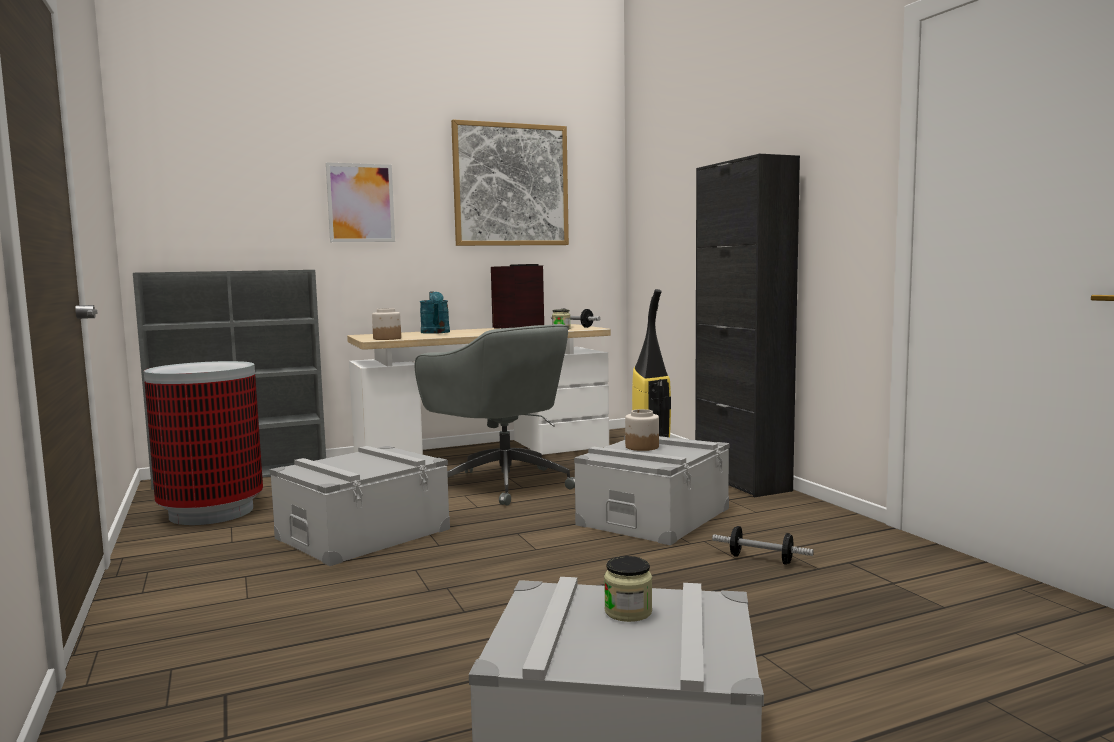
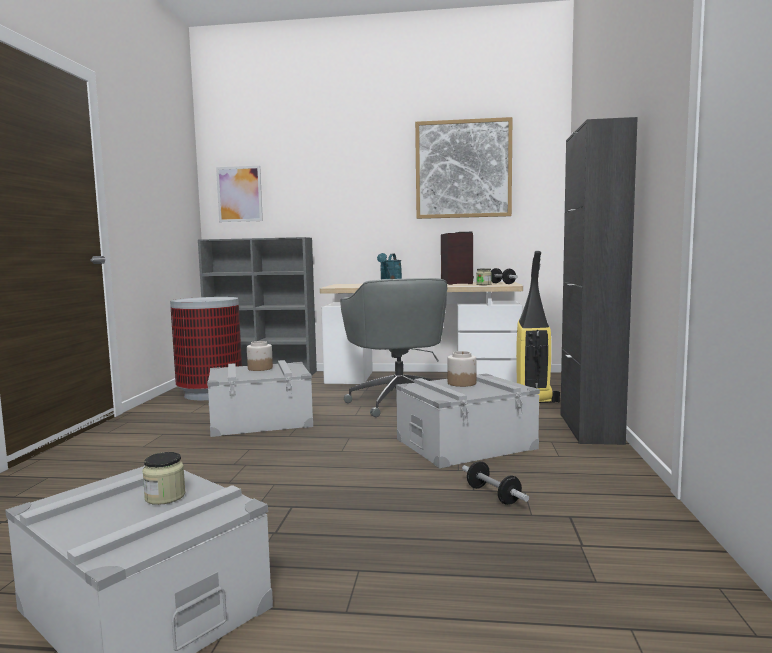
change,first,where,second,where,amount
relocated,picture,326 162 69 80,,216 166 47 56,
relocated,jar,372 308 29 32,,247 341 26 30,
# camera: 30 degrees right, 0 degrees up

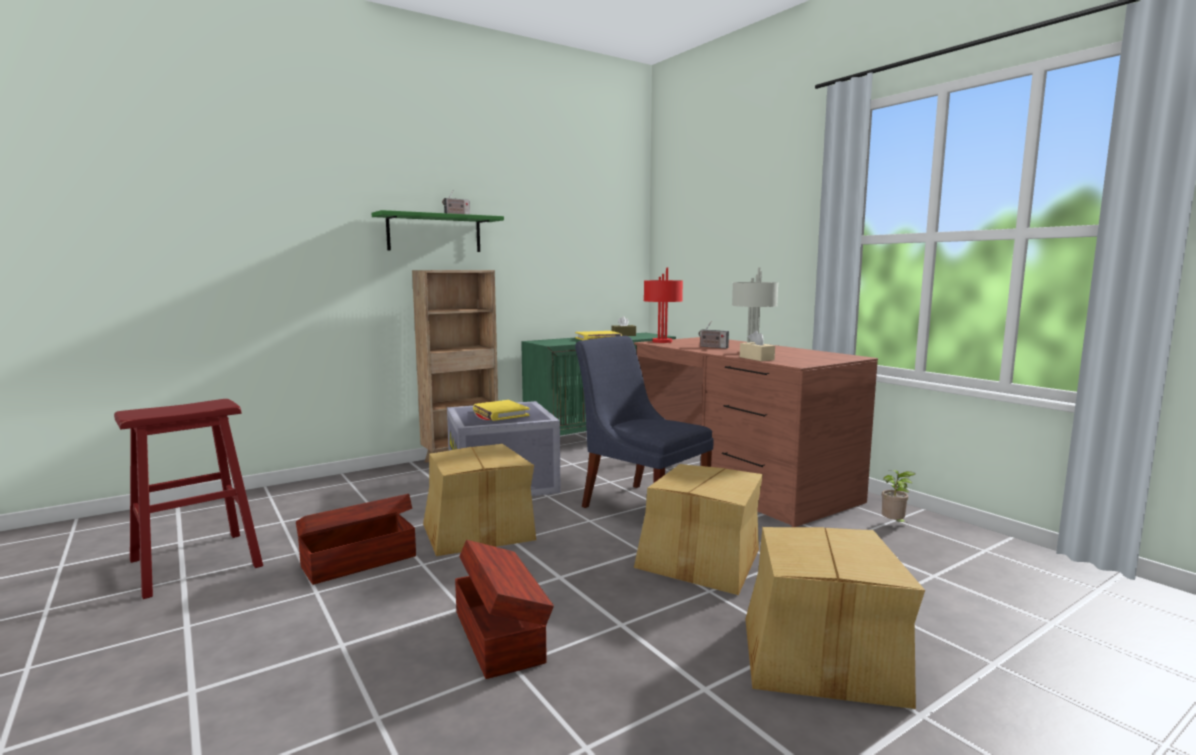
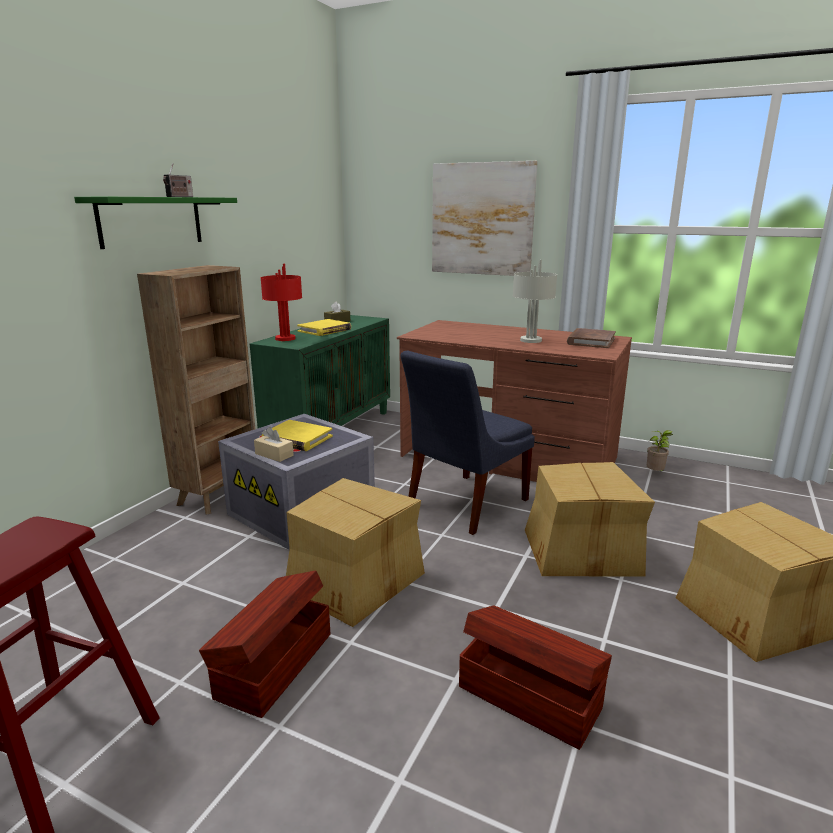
change,first,where,second,where,amount
relocated,beige tissue box,740 330 35 31,,254 427 40 35,
relocated,red table lamp,644 268 39 75,,261 264 41 77,
spun,blue chair,575 336 139 172,,400 351 135 184,60 degrees counterclockwise
appeared,,,picture,432 161 106 115,
appeared,,,brown book,567 328 49 20,
missing,radio,699 321 30 27,,,
# camera: 30 degrees left, 10 degrees up

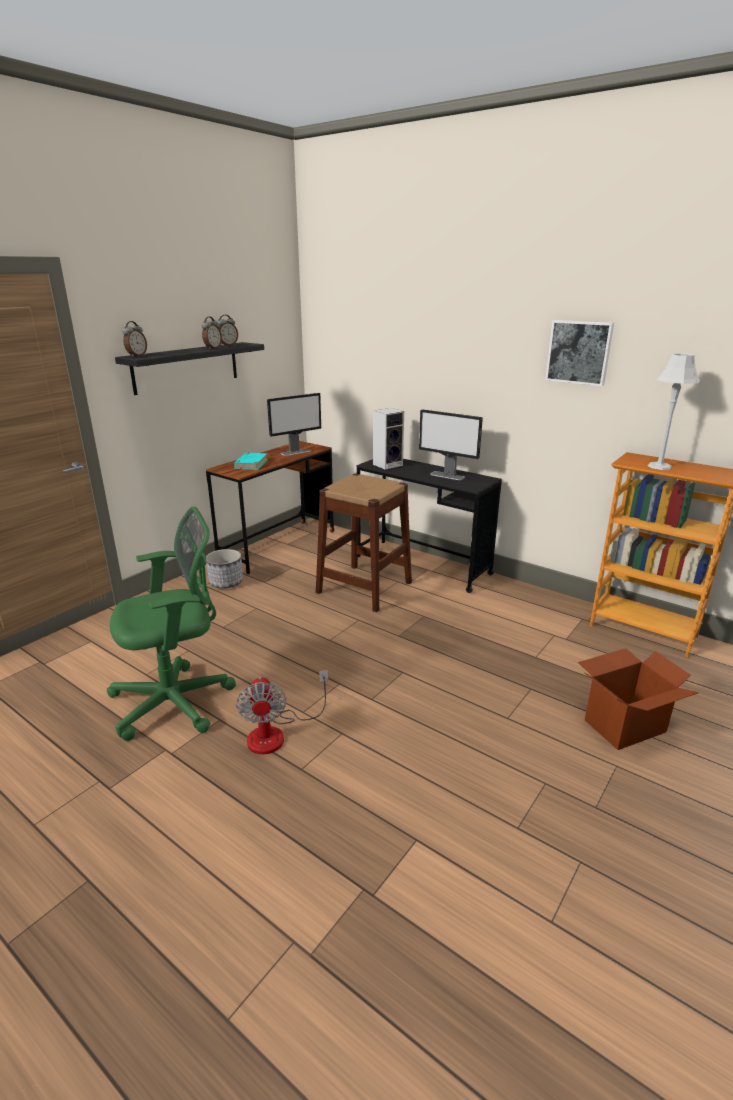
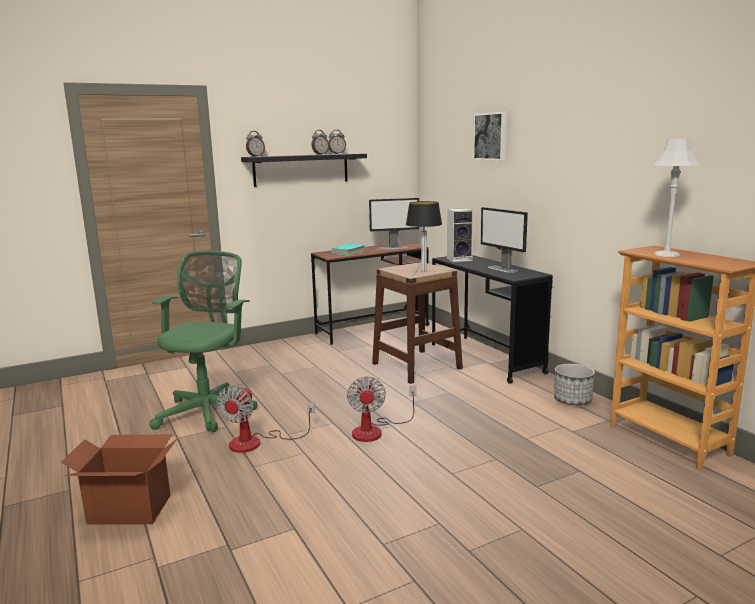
change,first,where,second,where,amount
relocated,cardboard box,578 648 121 102,,61 434 116 91,
spun,green office chair,107 506 129 235,,149 251 109 181,75 degrees counterclockwise
appeared,,,fan,347 376 69 66,
appeared,,,table lamp,406 201 36 71,
relocated,picture,545 320 69 66,,473 112 34 48,
relocated,planter,206 549 37 39,,554 364 41 41,
# camera: 25 degrees right, 10 degrees down

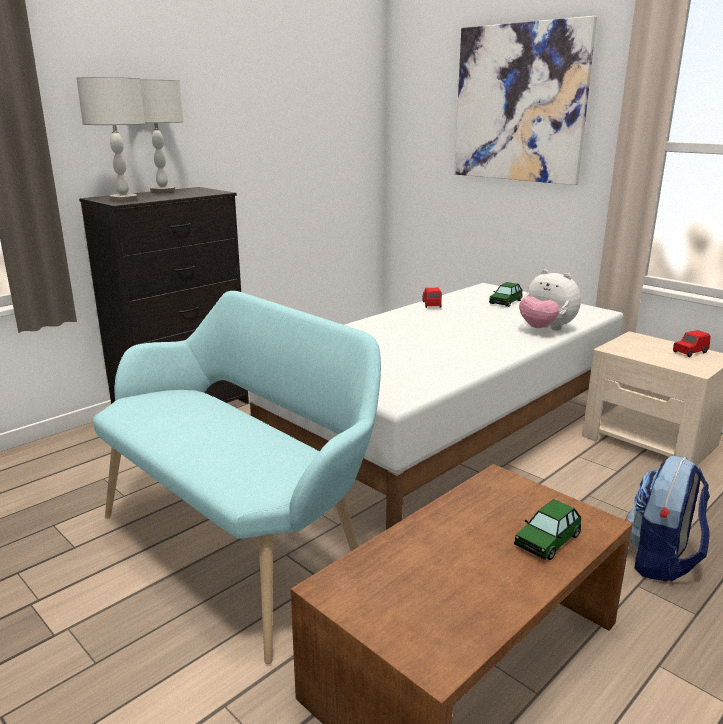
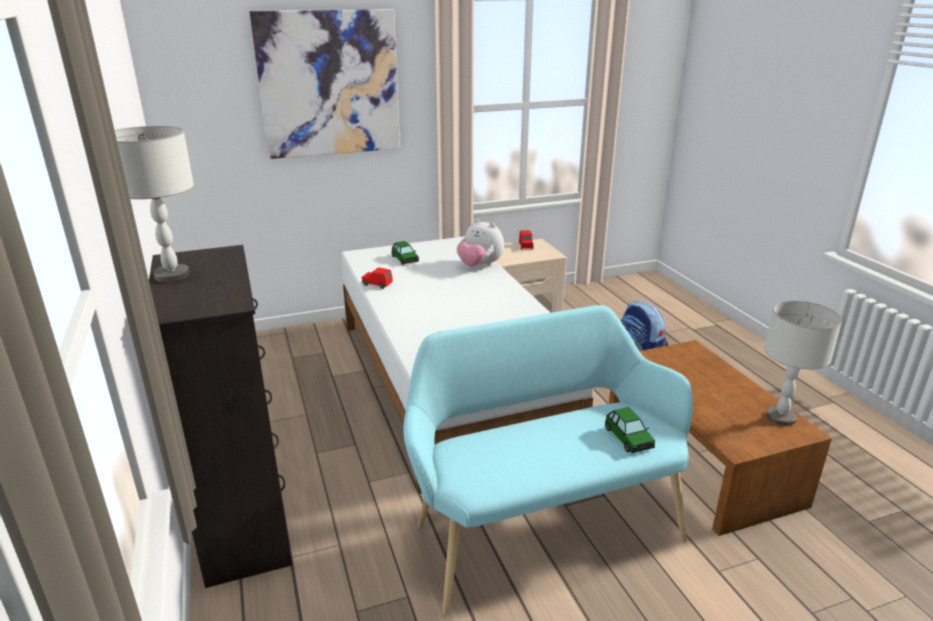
change,first,where,second,where,amount
spun,plush toy,519 269 62 61,,457 219 47 47,60 degrees clockwise
relocated,toy car,514 499 68 61,,605 407 50 46,
relocated,grey table lamp,76 77 69 125,,764 301 78 125,
# camera: 65 degrees left, 5 degrees up

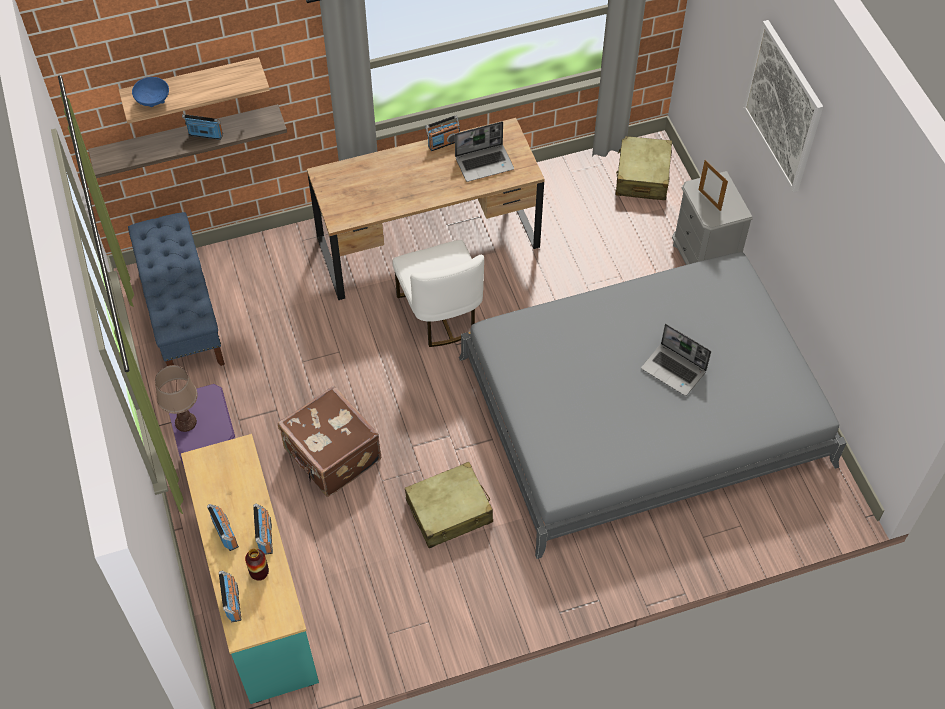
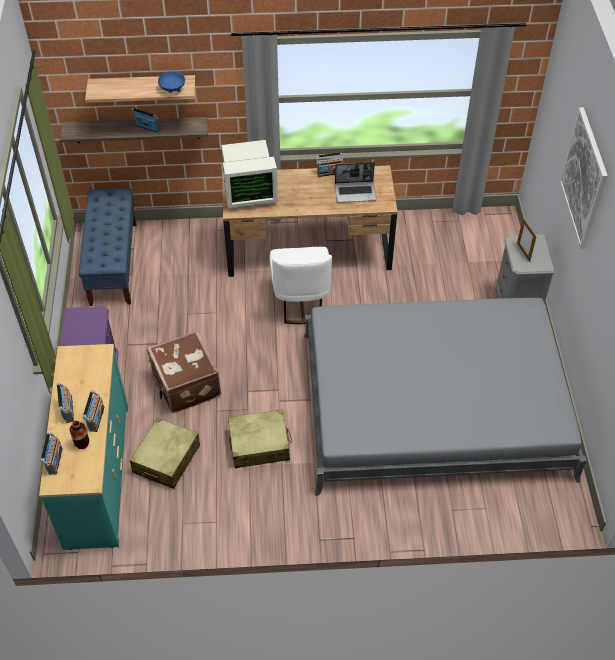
change,first,where,second,where,amount
relocated,beige suitcase,615 136 57 64,,130 418 70 71,
relocated,blue bowl,132 77 37 30,,158 71 27 22,
appeared,,,monitor,221 140 57 70,
missing,brown table lamp,155 365 43 67,,,
missing,laptop,641 324 70 72,,,
# camera: 15 degrees right, 5 degrees down

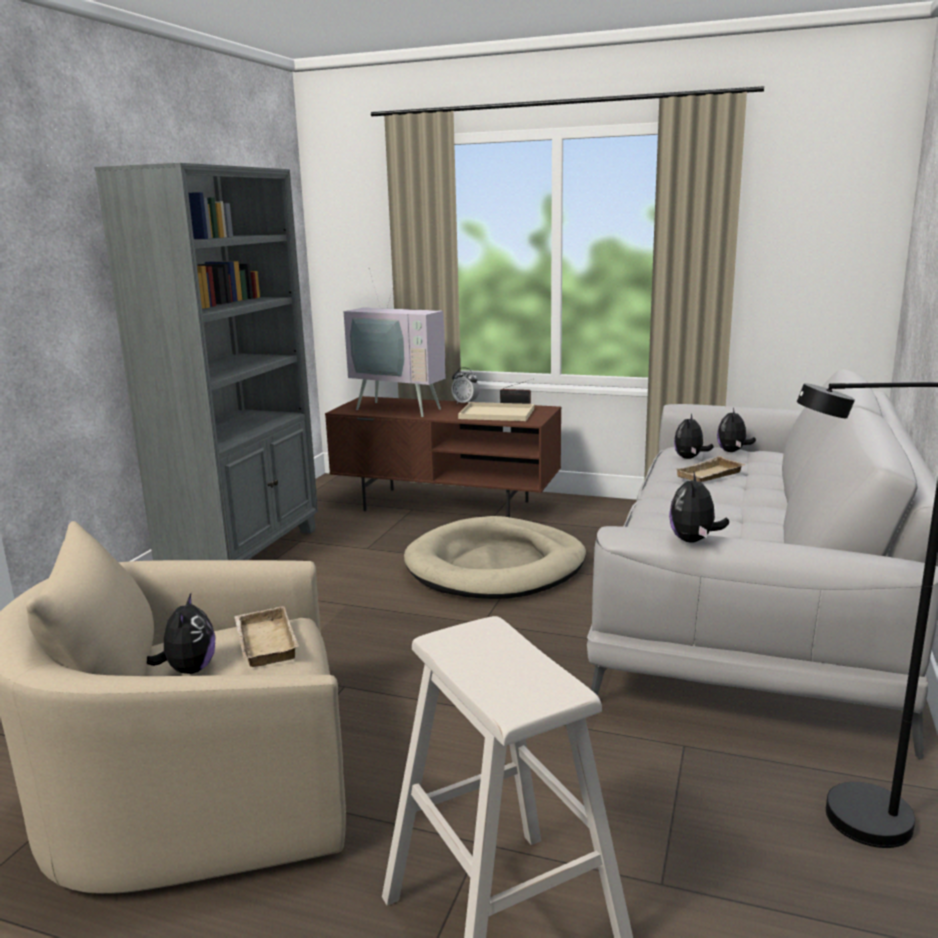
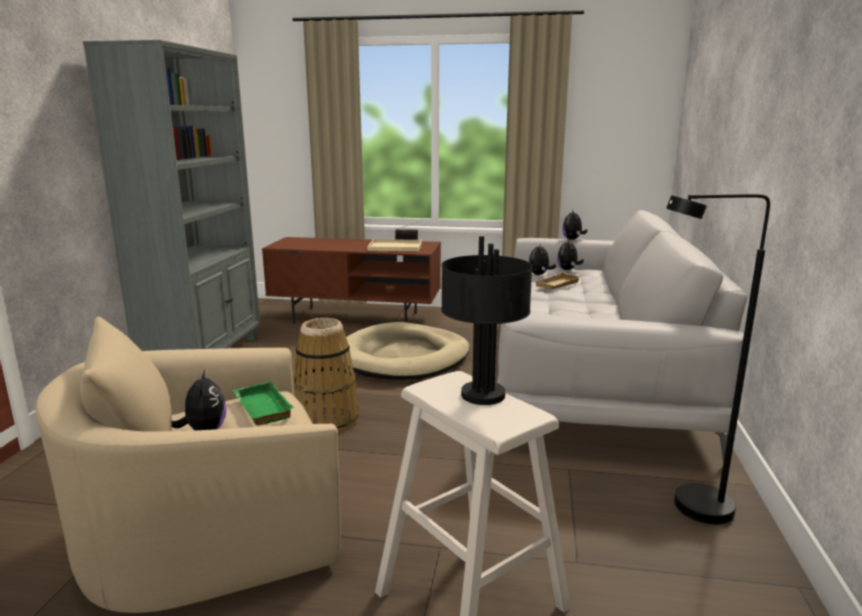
change,first,where,second,where,amount
colour,beige tray,234 606 65 61,green tray,233 381 61 45,
appeared,,,basket,293 318 66 116,
appeared,,,black table lamp,441 236 92 169,
relocated,plush toy,669 471 60 72,,562 210 25 30,
missing,television,344 269 102 148,,,
missing,alarm clock,451 367 28 36,,,
# camera: 10 degrees left, 0 degrees up

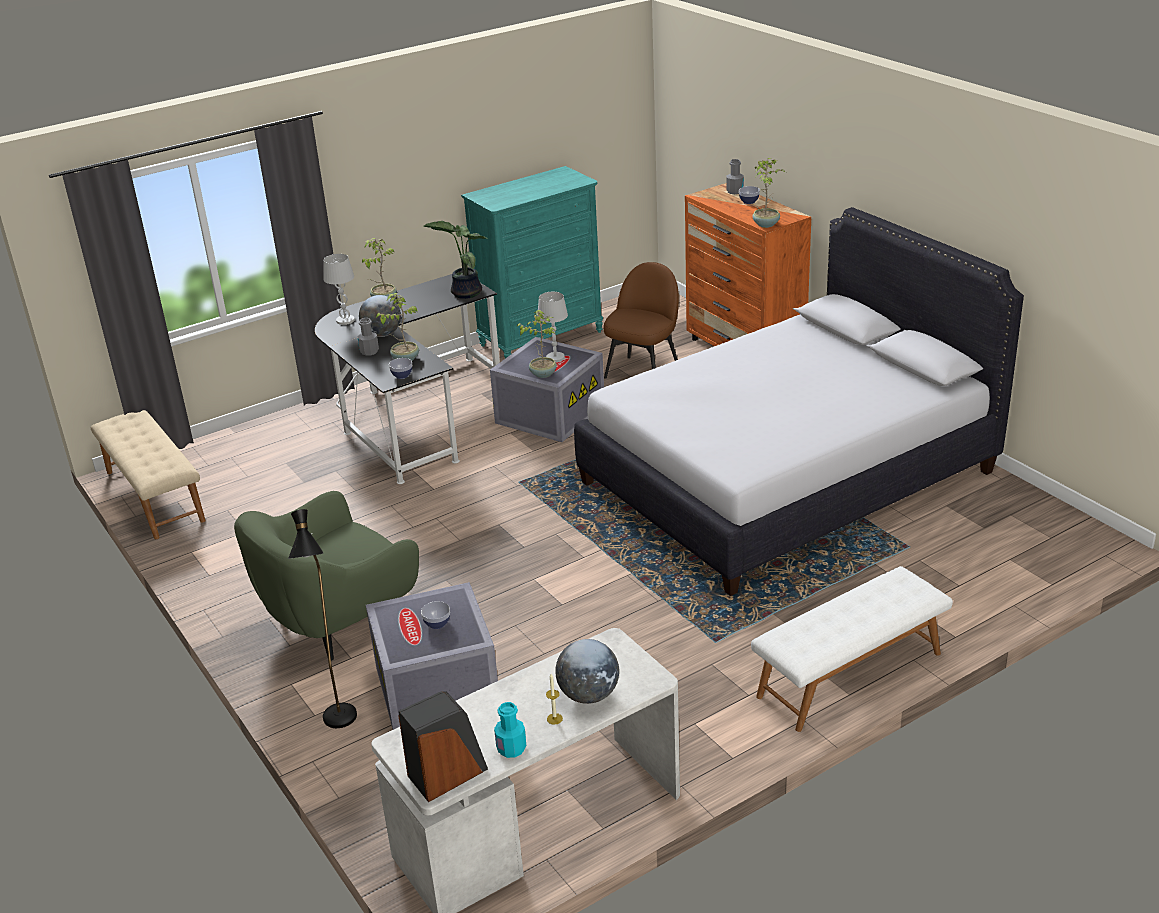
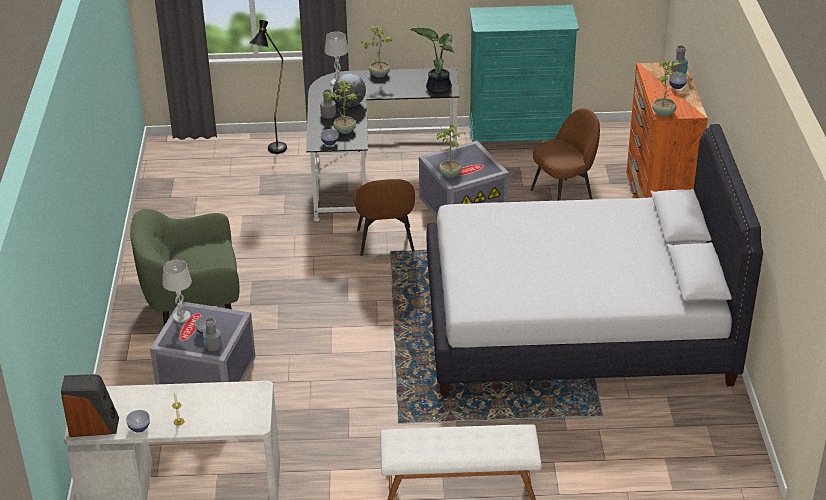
change,first,where,second,where,amount
exchanged,turquoise bottle,494 702 33 56,bowl,126 410 24 23,
relocated,white table lamp,537 292 31 70,,162 260 30 63,
appeared,,,grey bottle,203 318 19 33,
relocated,black floor lamp,288 509 69 219,,249 20 38 134,
appeared,,,brown chair,354 179 61 77,
missing,beige bench,91 410 115 129,,,
missing,globe,555 639 64 65,,,
# camera: 30 degrees right, 5 degrees up

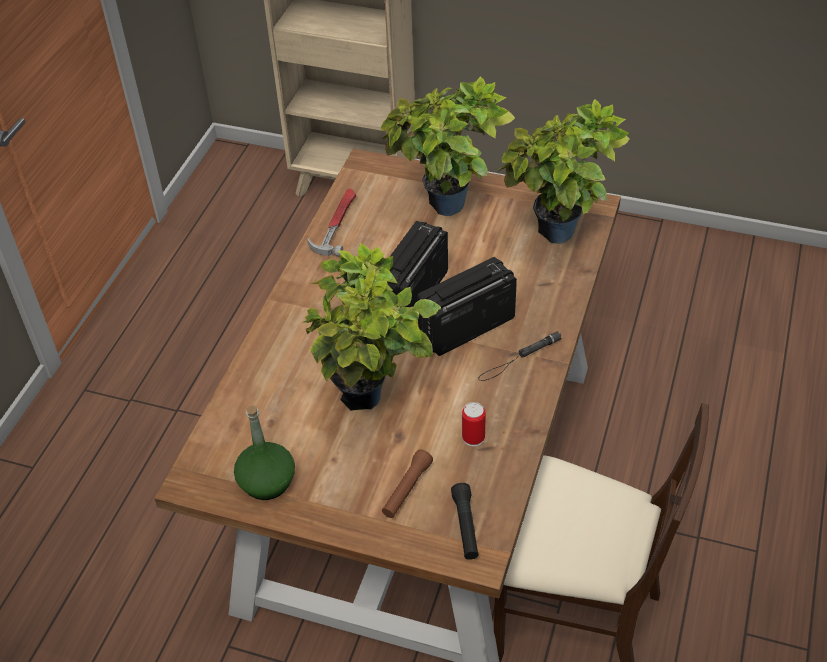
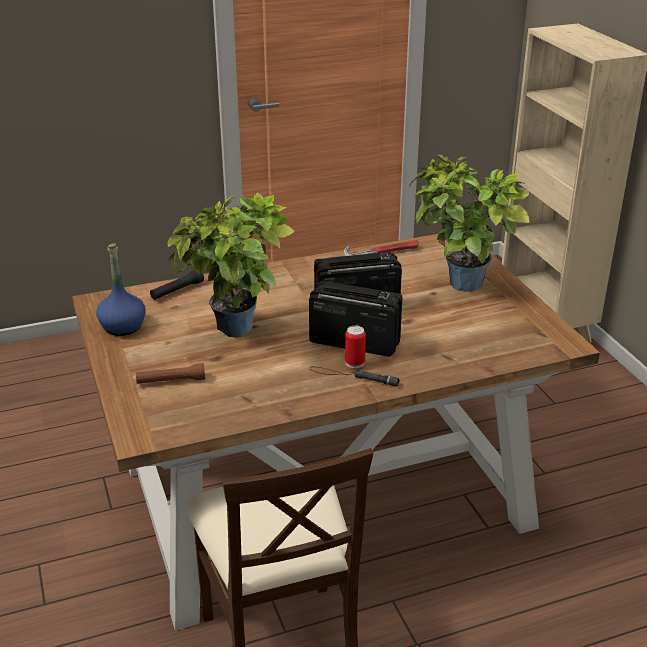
change,first,where,second,where,amount
colour,green bottle,234 405 61 95,blue bottle,96 243 50 93,
relocated,black flashlight,451 483 28 77,,150 270 54 30,
relocated,can,462 402 24 45,,345 326 21 42,
missing,potted plant,498 99 132 145,,,
# camera: 50 degrees right, 15 degrees down

